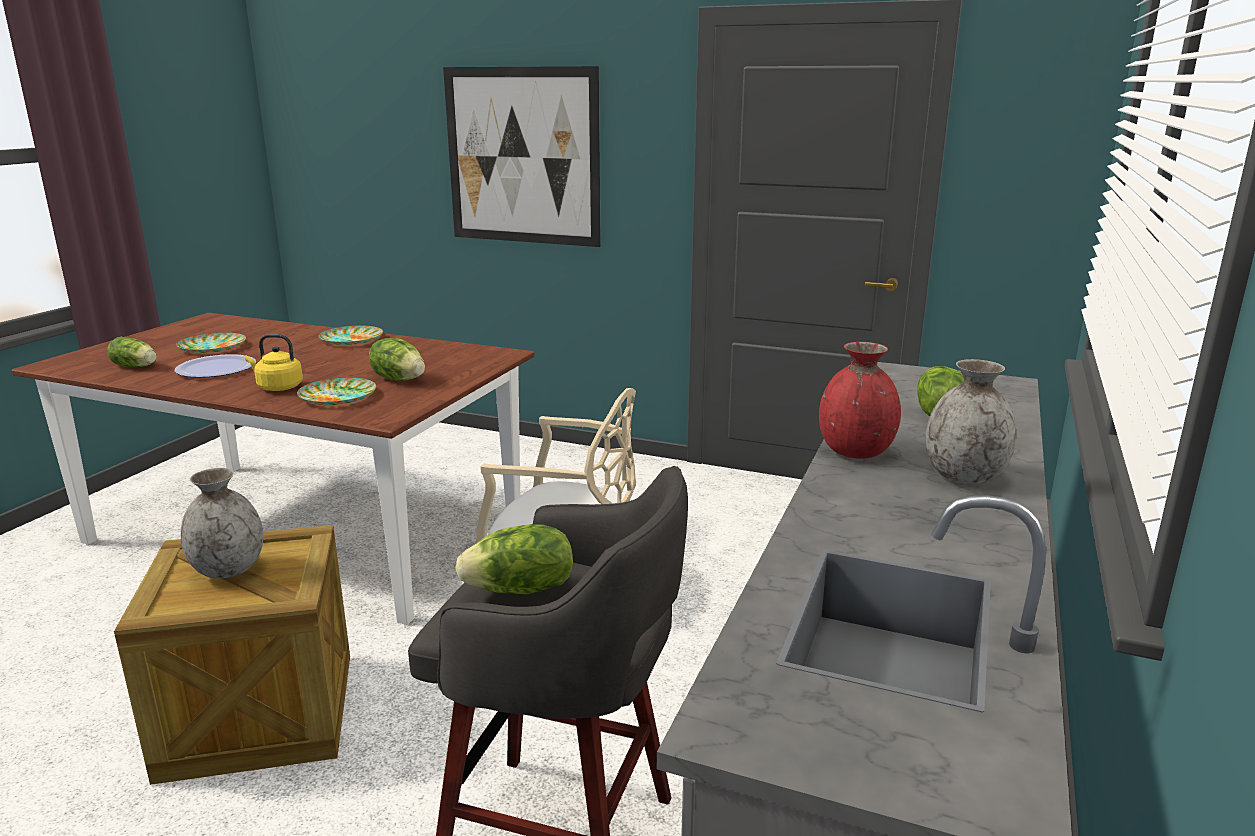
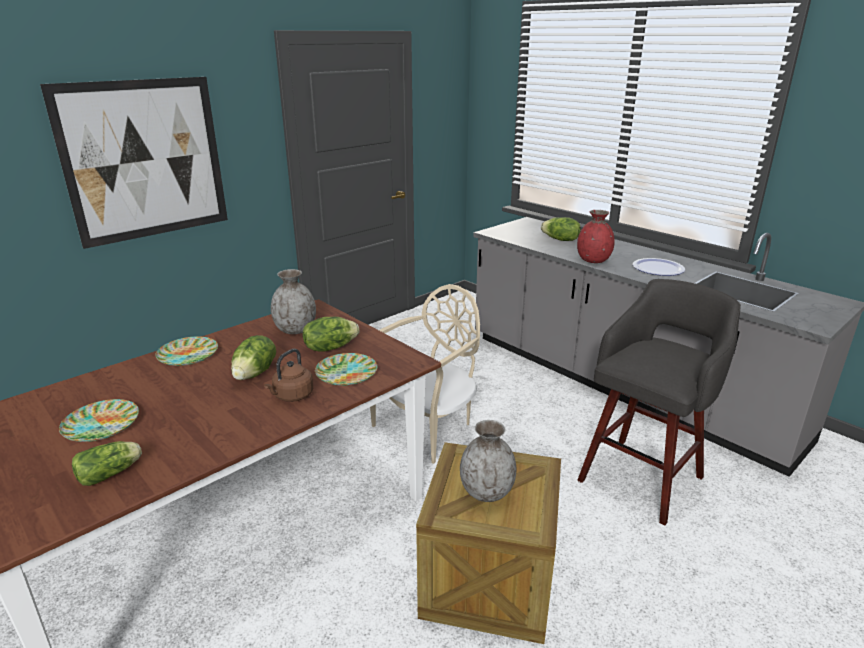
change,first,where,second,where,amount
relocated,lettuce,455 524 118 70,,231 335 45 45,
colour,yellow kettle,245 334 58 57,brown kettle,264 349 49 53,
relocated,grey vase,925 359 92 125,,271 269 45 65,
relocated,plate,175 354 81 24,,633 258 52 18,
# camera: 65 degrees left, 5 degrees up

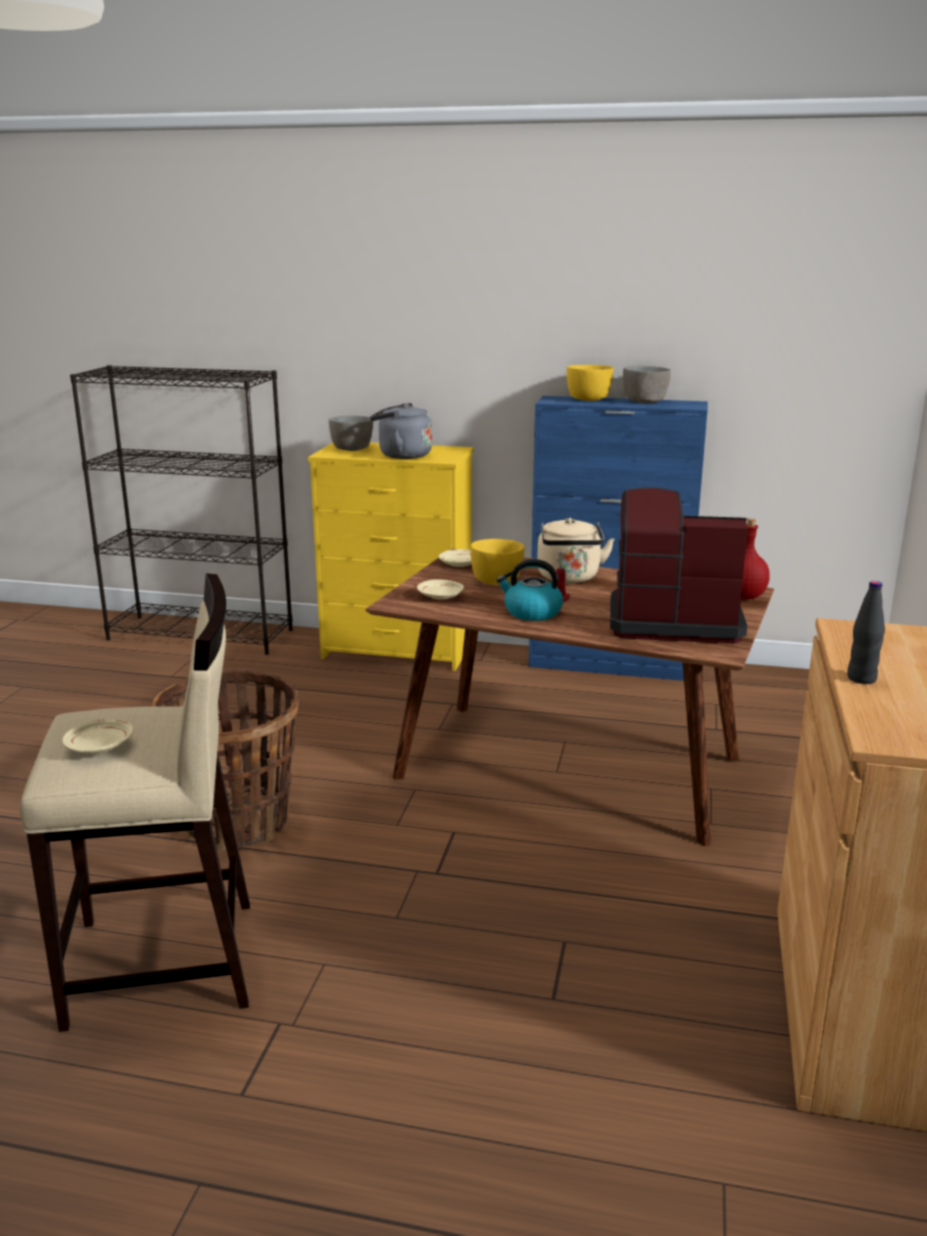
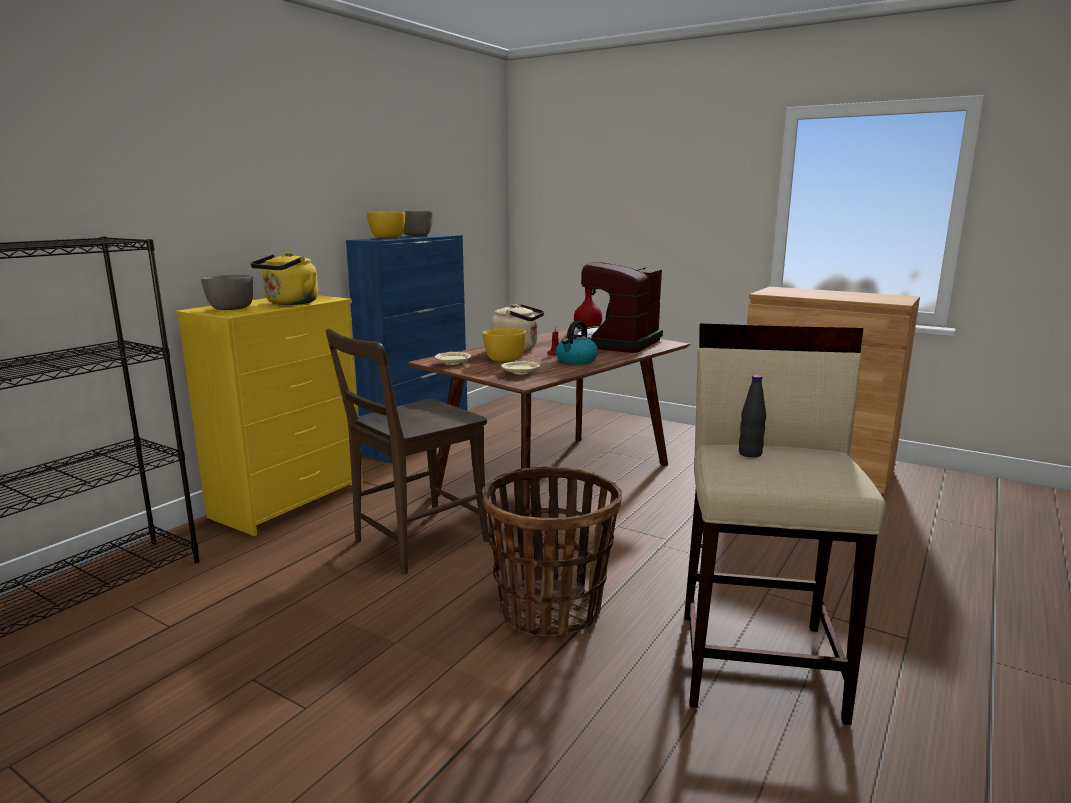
change,first,where,second,where,amount
colour,grey kettle,370 403 62 56,yellow kettle,250 252 68 53,
appeared,,,brown chair,326 329 163 245,
relocated,black bottle,847 581 38 103,,739 375 27 82,
missing,beige plate,62 719 71 34,,,
# camera: 70 degrees left, 5 degrees down

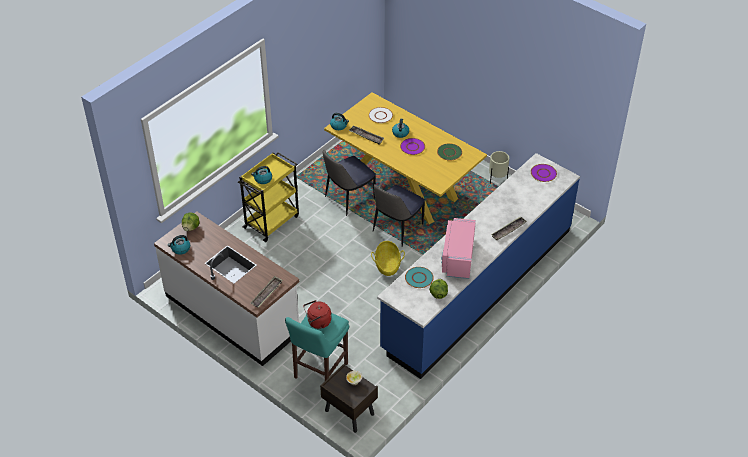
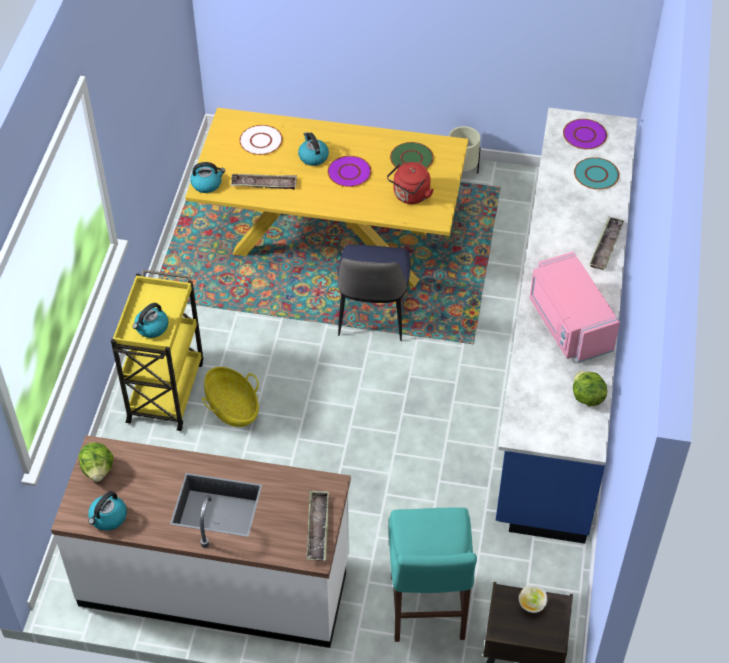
change,first,where,second,where,amount
relocated,basket,371 241 34 35,,202 367 57 60,
relocated,red kettle,303 300 28 29,,387 162 47 42,
relocated,turquoise plate,405 267 29 21,,574 157 45 33,
missing,chair,323 149 53 67,,,
# camera: 30 degrees left, 5 degrees up

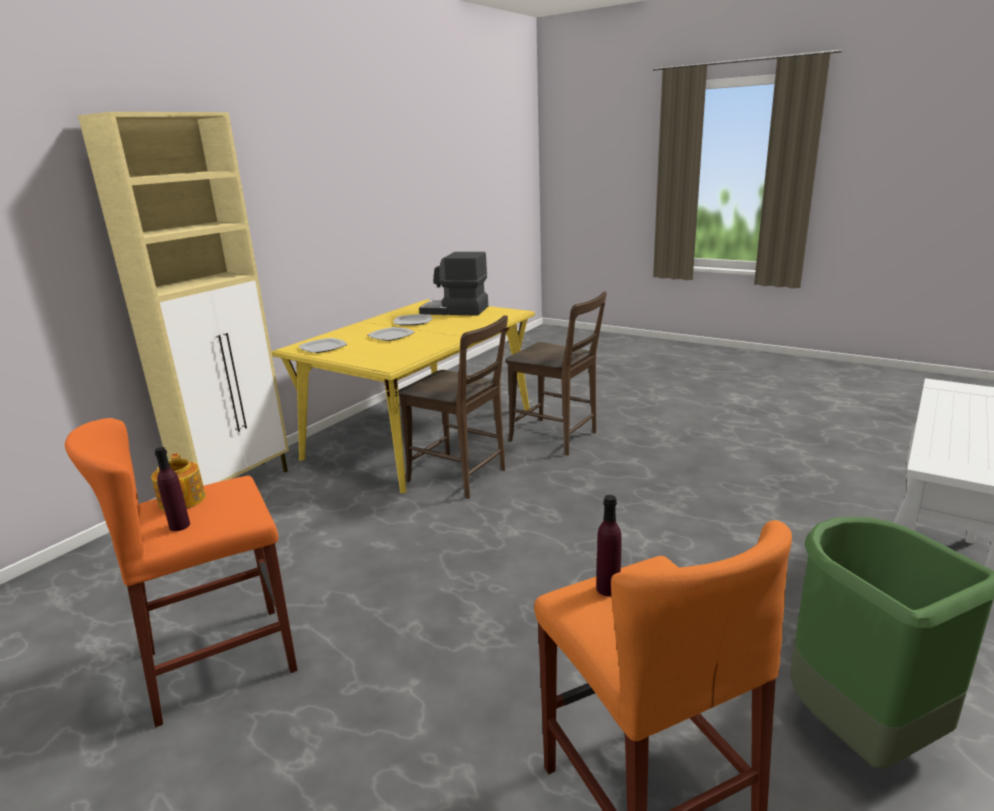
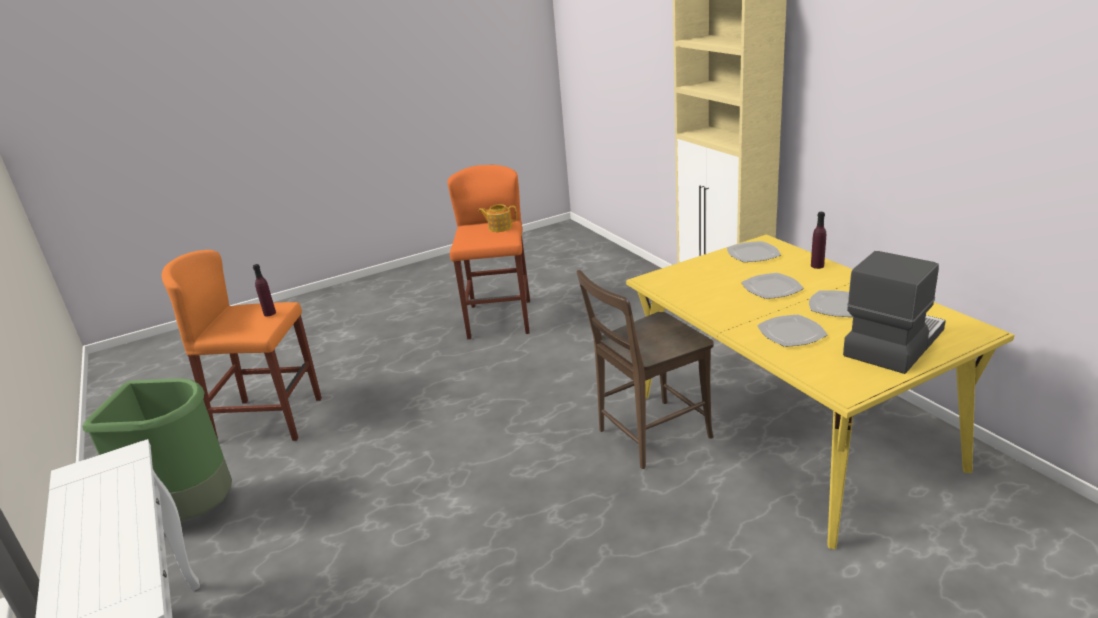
change,first,where,second,where,amount
appeared,,,plate,757 314 71 33,
relocated,purple bottle,155 447 35 84,,811 212 15 57,
missing,brown chair,505 292 102 163,,,
# camera: 120 degrees right, 5 degrees up

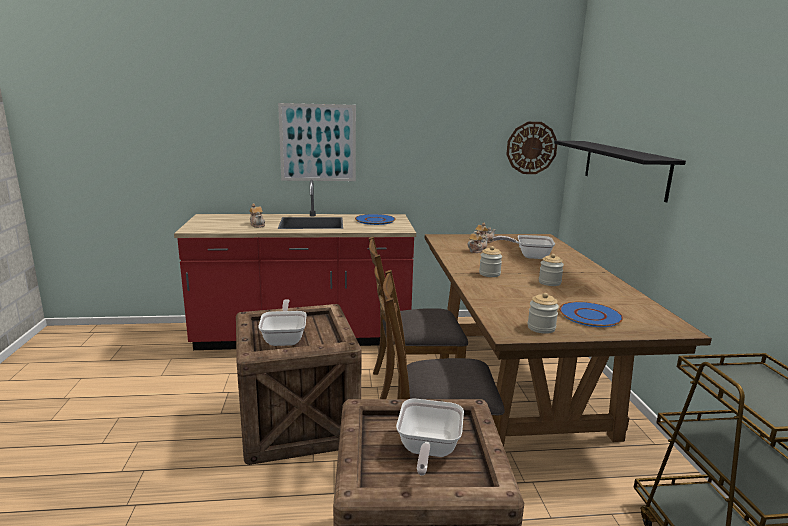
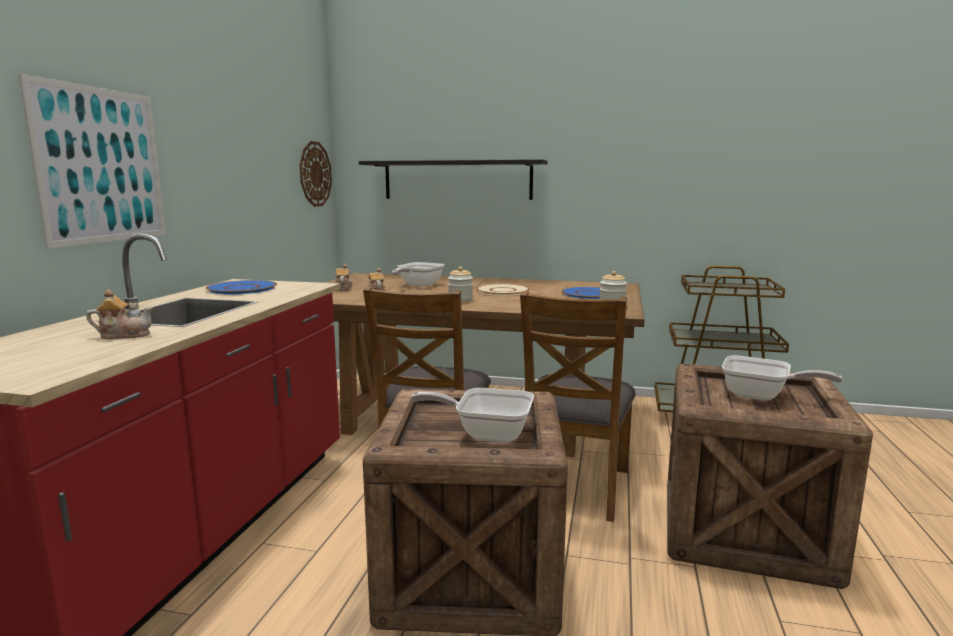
change,first,where,second,where,amount
exchanged,jar,539 254 25 32,beige plate,476 284 54 12,
# camera: 70 degrees left, 5 degrees down

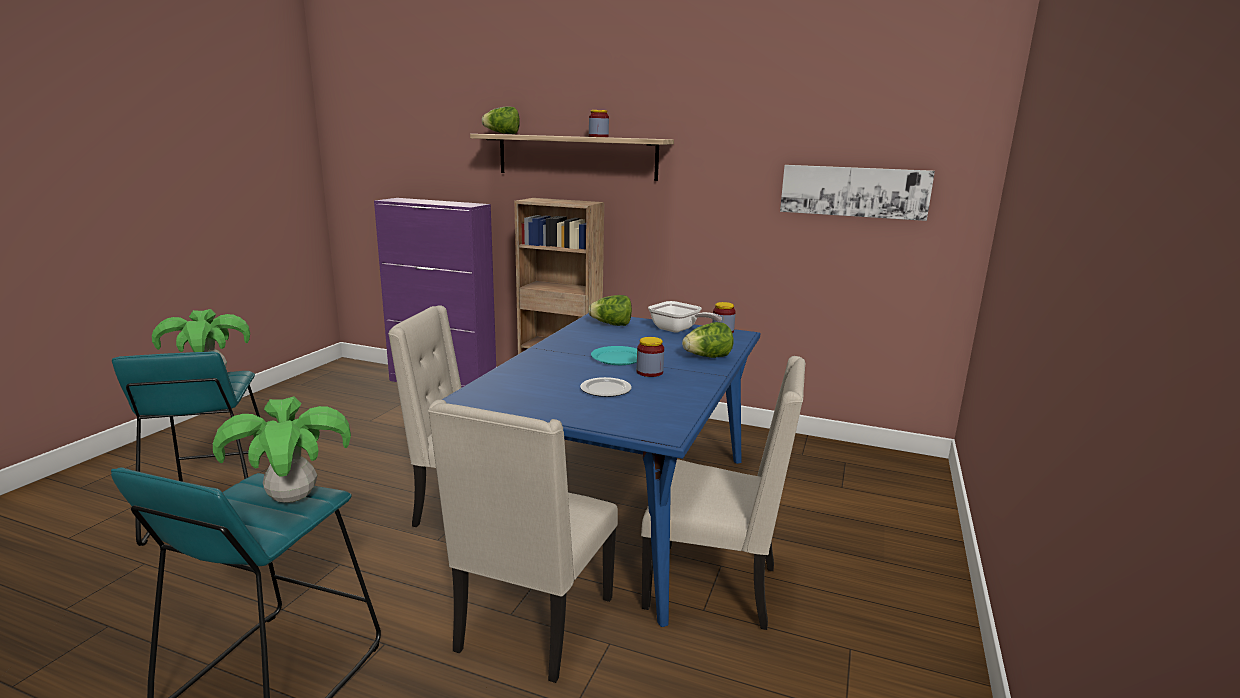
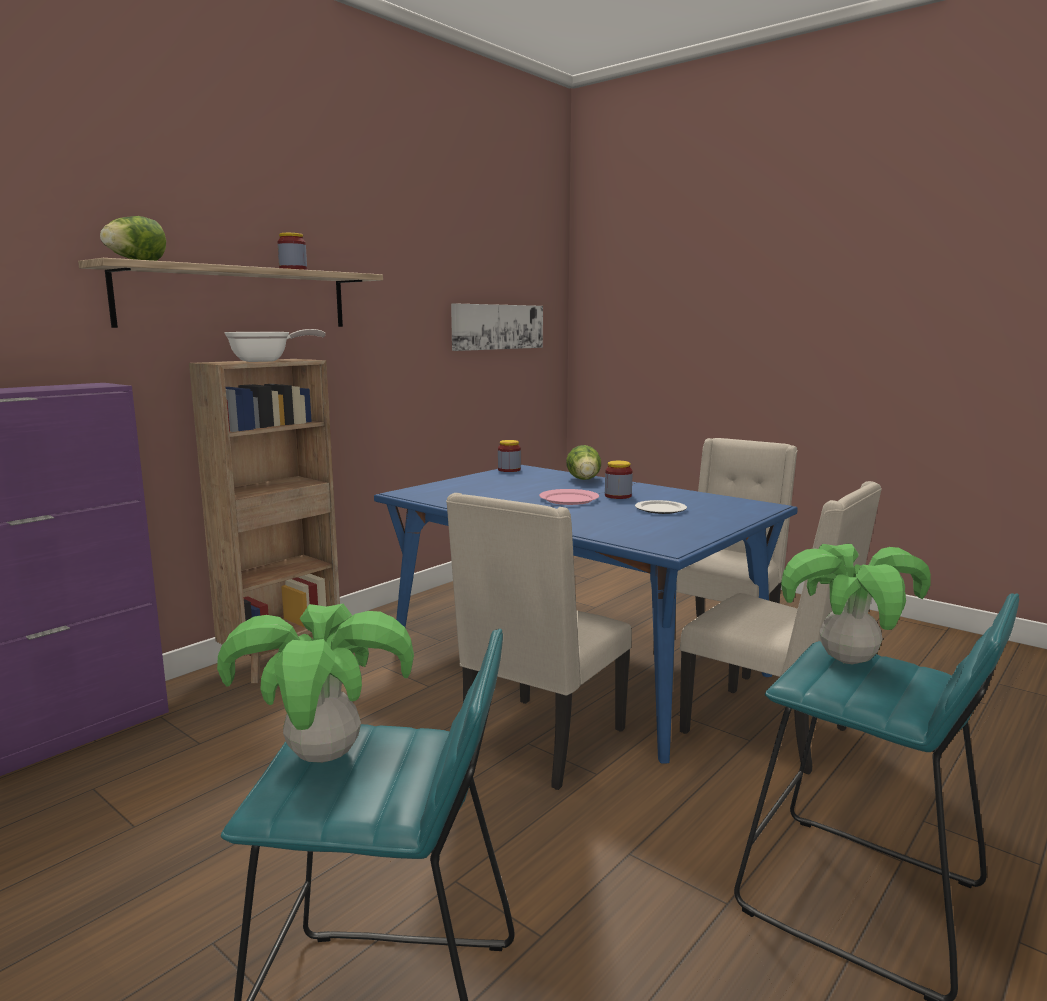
change,first,where,second,where,amount
relocated,frying pan,648 301 74 32,,224 329 102 33,
colour,turquoise plate,591 346 46 19,pink plate,539 489 60 16,
missing,lettuce,588 295 44 31,,,
# camera: 70 degrees left, 5 degrees down

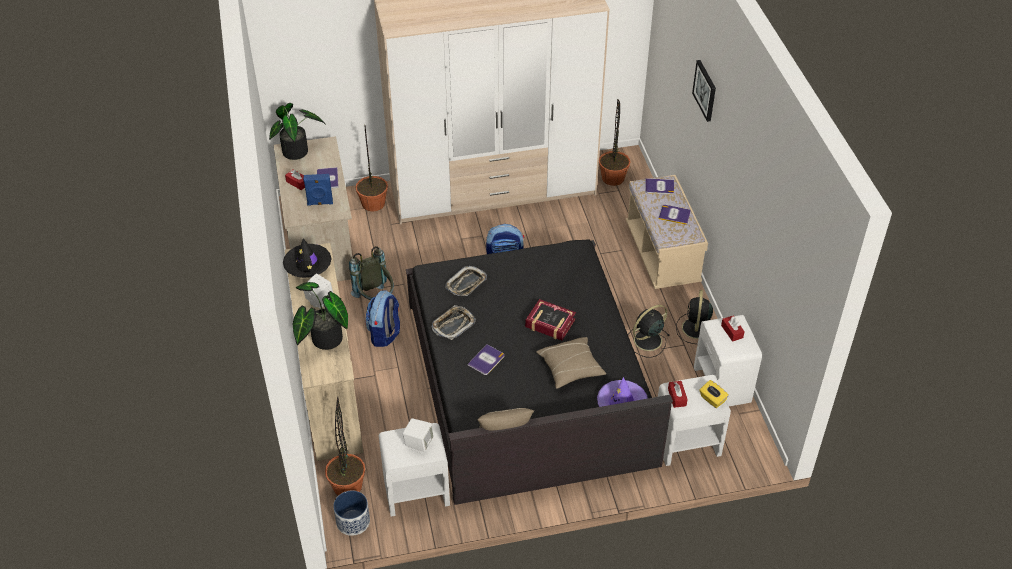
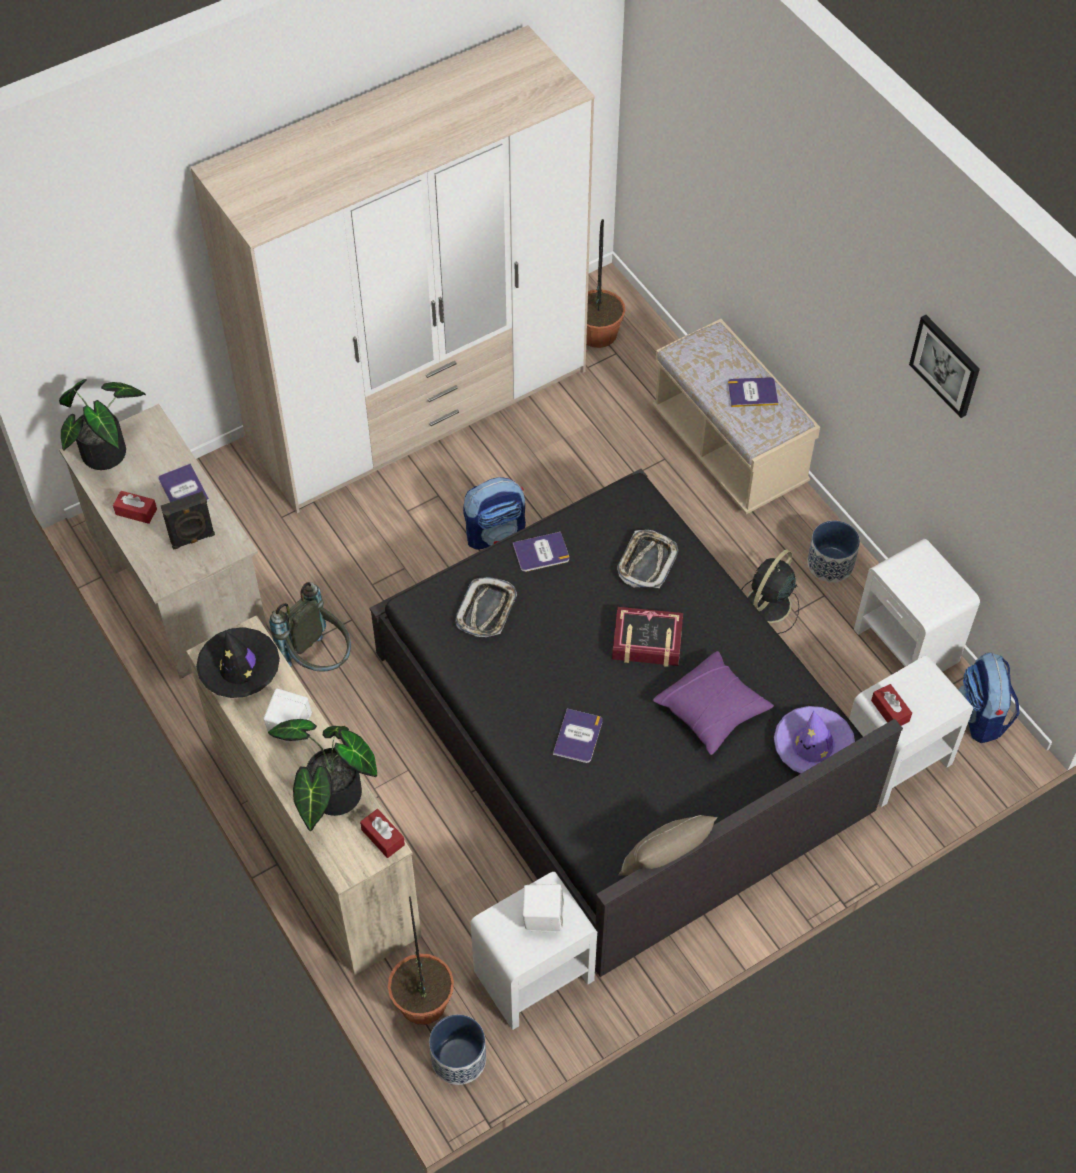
change,first,where,second,where,amount
colour,blue speaker,303 174 30 32,black speaker,161 491 54 59,
relocated,red tissue box,721 316 24 26,,360 809 45 49,
relocated,book,645 178 29 17,,513 532 56 40,
relocated,tray,432 305 44 35,,617 530 61 58,
colour,beige pillow,536 337 70 52,purple pillow,653 651 121 104,
exchanged,black fan,676 290 37 54,planter,807 521 53 61,
relocated,picture,692 60 24 62,,909 315 71 103,
relocated,backpack,365 290 35 57,,958 652 61 91,
missing,potted plant,355 126 33 85,,,
missing,yellow tissue box,699 380 30 28,,,
# camera: 20 degrees left, 10 degrees up

